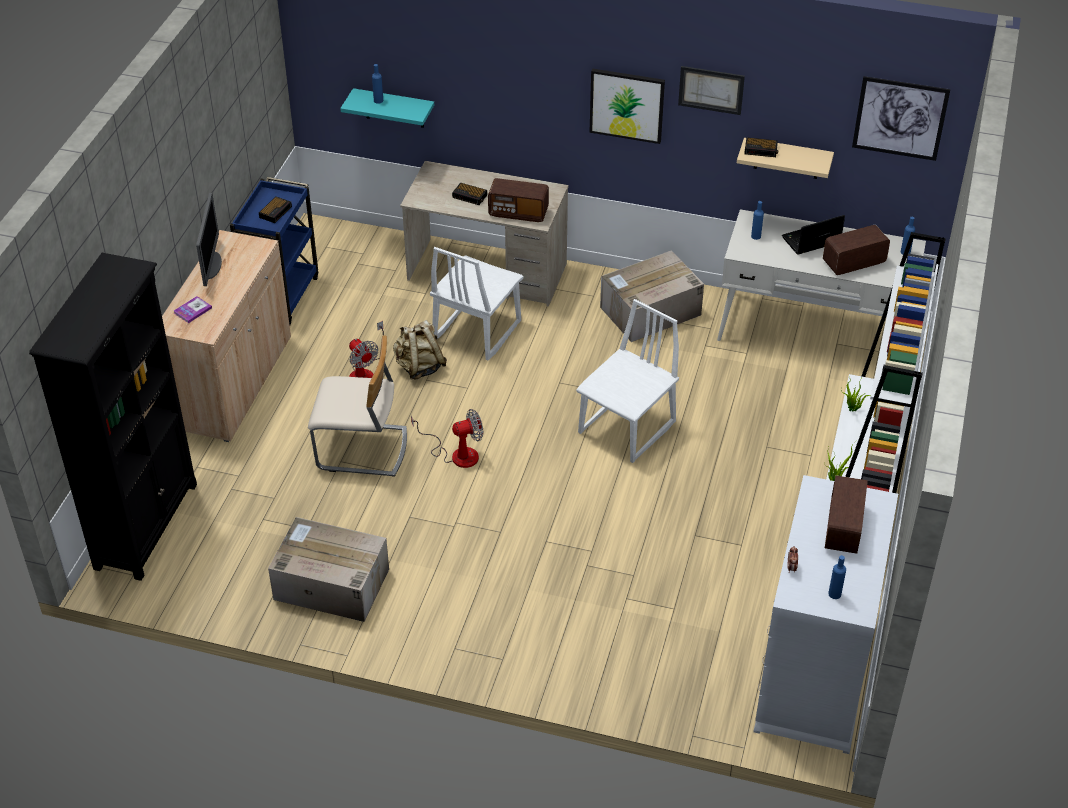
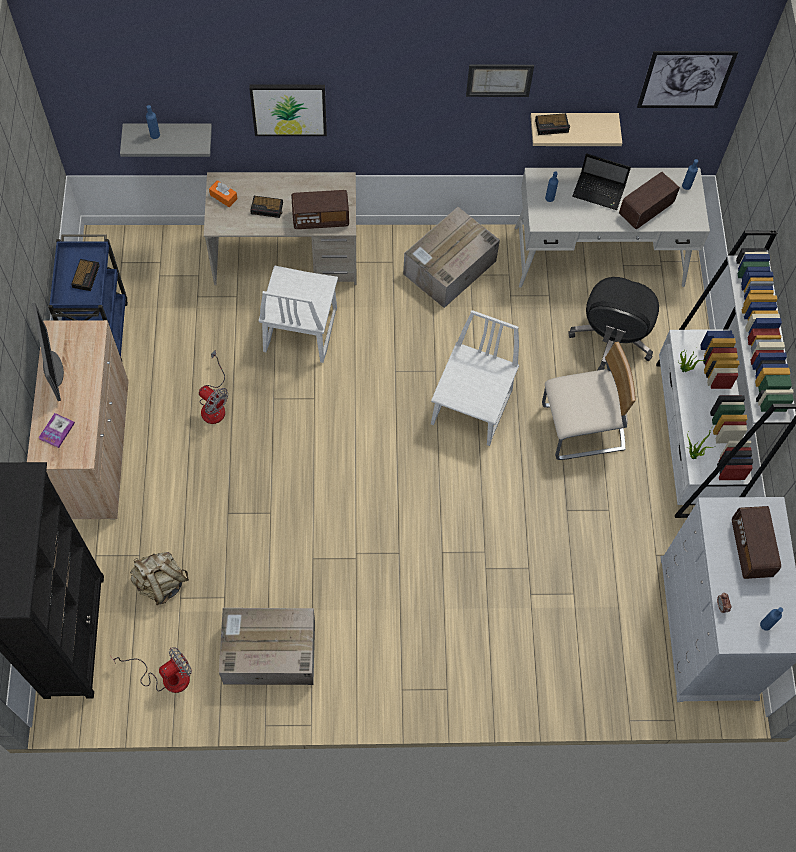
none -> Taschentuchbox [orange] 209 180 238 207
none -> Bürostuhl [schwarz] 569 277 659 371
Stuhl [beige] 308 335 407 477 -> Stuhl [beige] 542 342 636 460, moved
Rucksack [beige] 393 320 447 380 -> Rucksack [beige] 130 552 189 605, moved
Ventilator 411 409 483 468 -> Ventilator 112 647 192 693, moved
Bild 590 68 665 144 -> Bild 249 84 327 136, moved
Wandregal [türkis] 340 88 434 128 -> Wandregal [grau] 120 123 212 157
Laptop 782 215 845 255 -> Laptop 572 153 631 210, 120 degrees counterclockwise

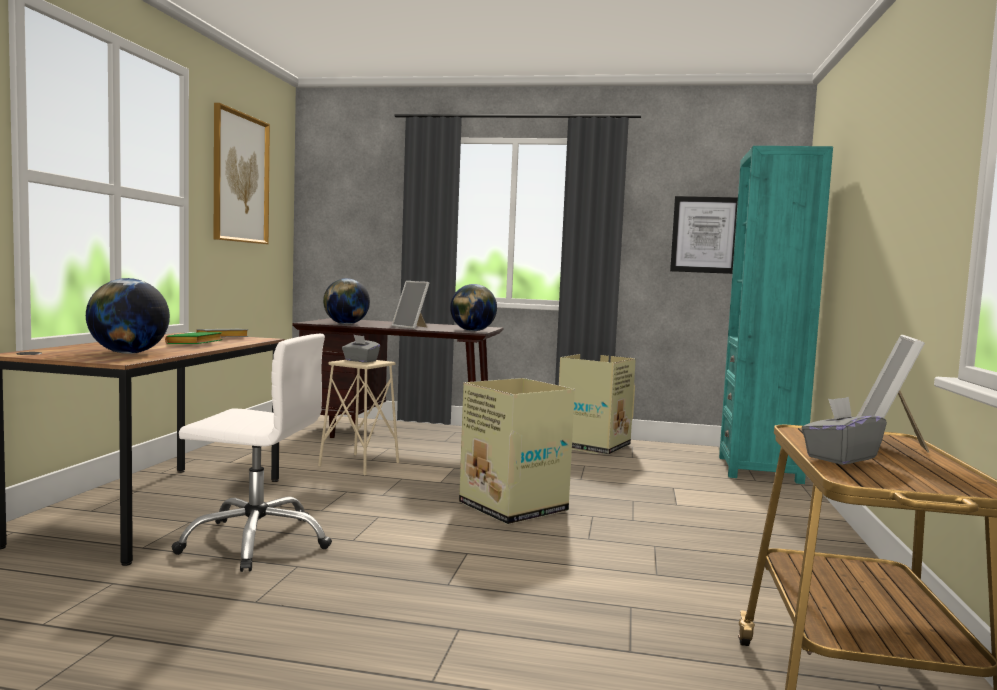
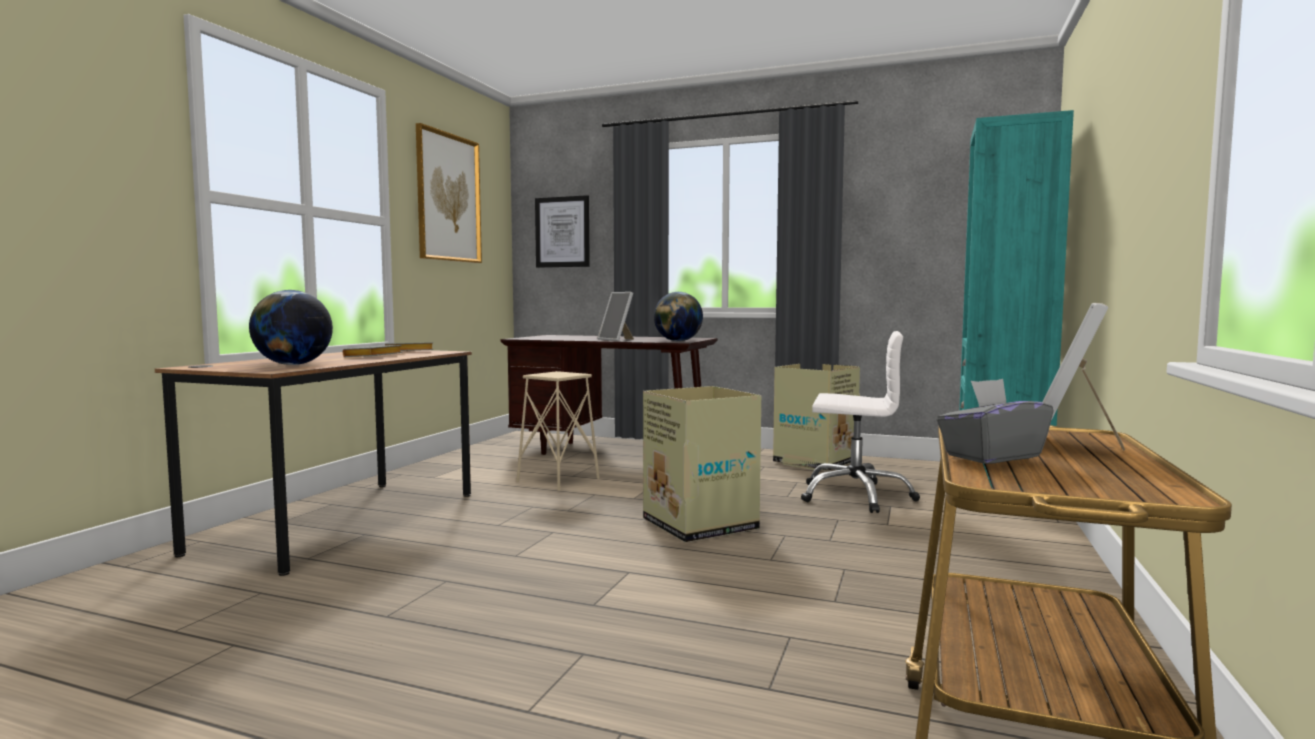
Globus 323 278 370 324 -> none
Taschentuchbox [grau] 342 335 380 362 -> none
Bürostuhl [weiß] 172 334 332 572 -> Bürostuhl [weiß] 801 331 920 513, moved
Bild 670 196 738 274 -> Bild 535 195 590 268, moved
Buch [grün] 165 332 222 344 -> Buch [grau] 343 345 402 357

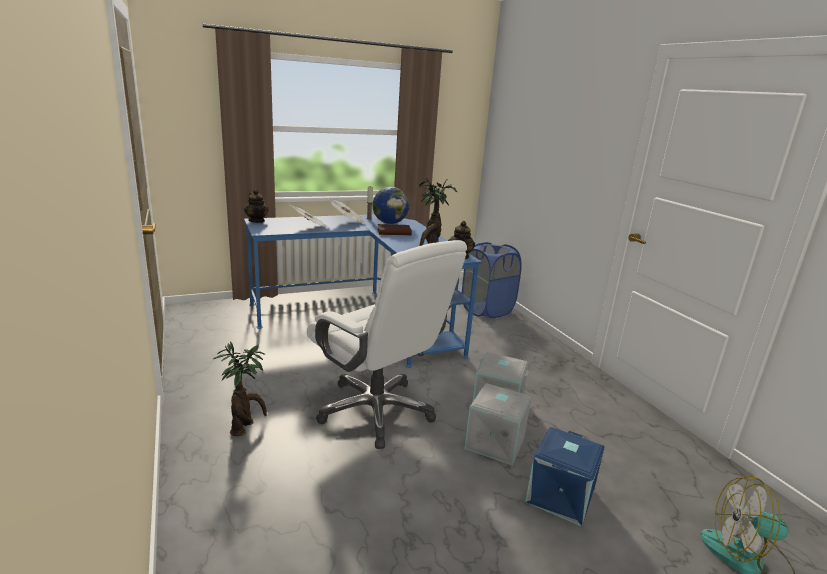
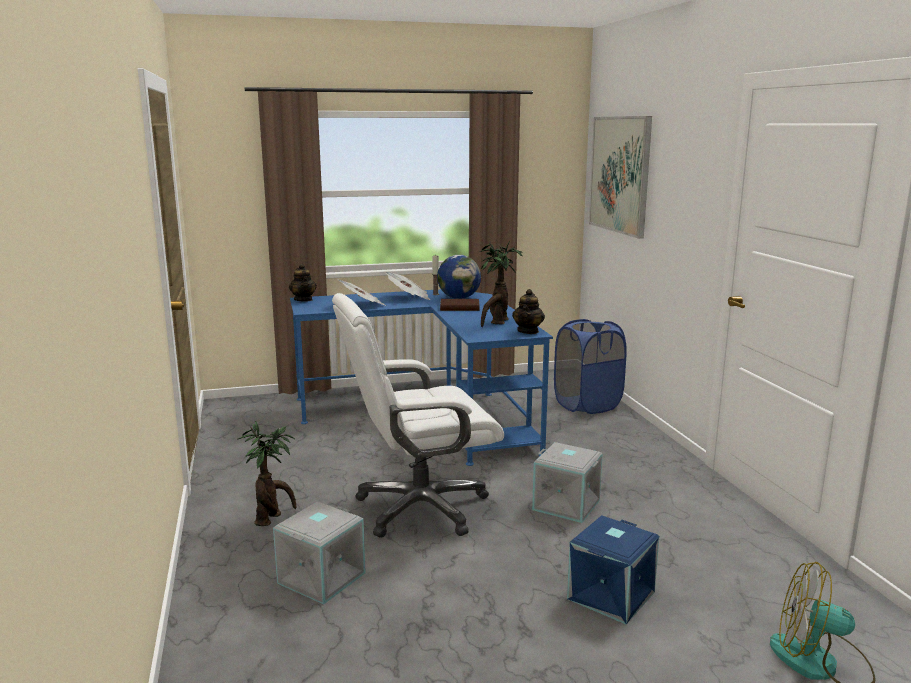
none -> Bild 589 116 652 239
Aufbewahrungsbox [grau] 465 383 532 465 -> Aufbewahrungsbox [grau] 273 501 366 604, moved
Bürostuhl [weiß] 307 240 467 449 -> Bürostuhl [weiß] 332 293 504 537, 105 degrees clockwise

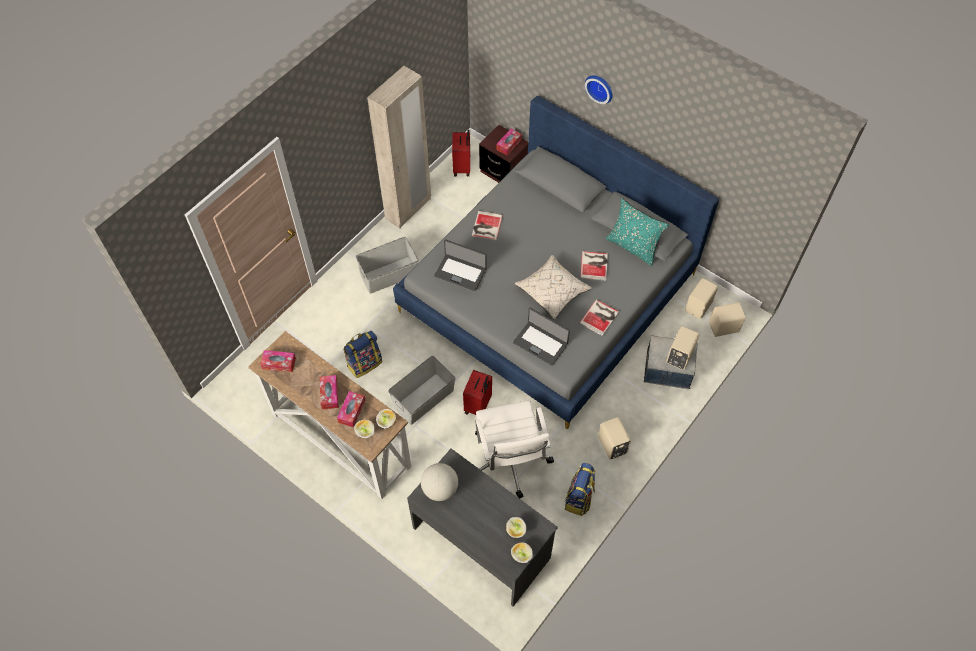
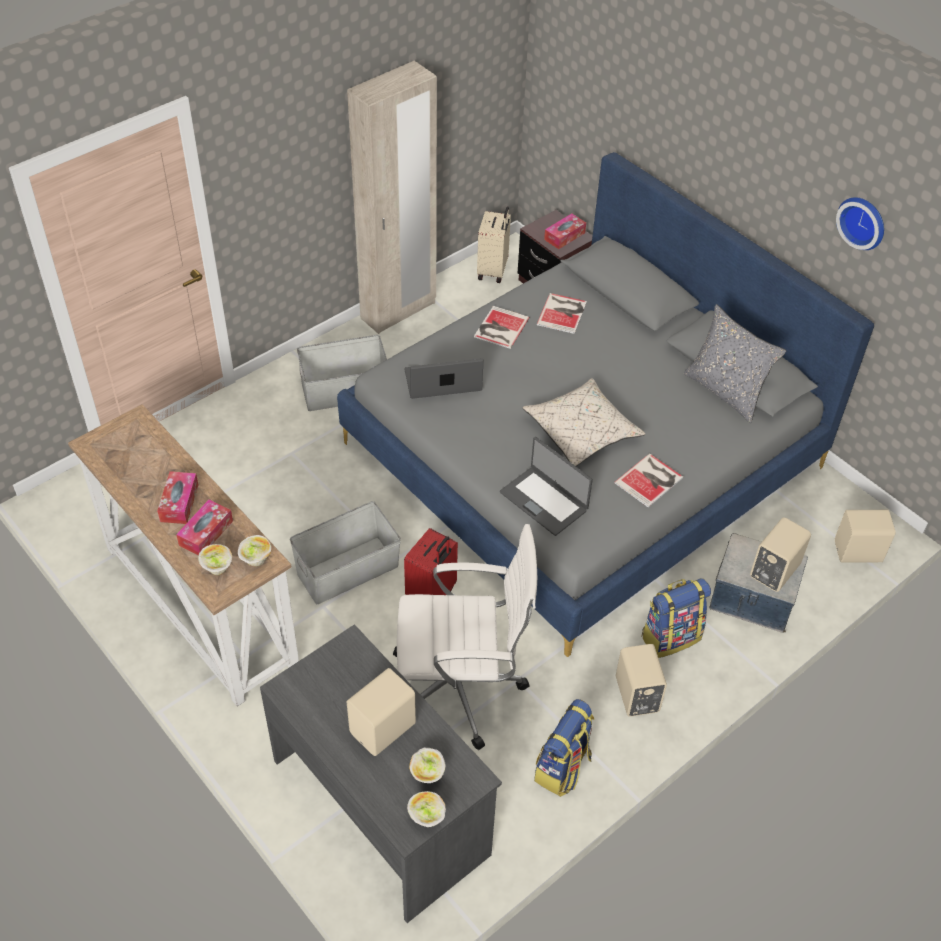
Taschentuchbox 260 350 296 372 -> none
Globus 421 463 458 501 -> none
Rucksack 343 331 382 378 -> Rucksack 641 578 711 658, moved
Buch 580 251 608 281 -> Buch 537 293 587 334, moved
Wanduhr 585 75 613 104 -> Wanduhr 836 197 884 250, moved
Lautsprecher [beige] 685 278 718 319 -> Lautsprecher [beige] 347 668 416 756, moved
Koffer [rot] 452 130 470 177 -> Koffer [beige] 477 207 511 283
Kissen [türkis] 606 198 669 266 -> Kissen [grau] 684 304 786 423
Laptop 434 239 486 291 -> Laptop 404 358 483 399, 135 degrees clockwise
Bürostuhl [weiß] 475 400 554 499 -> Bürostuhl [weiß] 393 524 537 750, 90 degrees counterclockwise

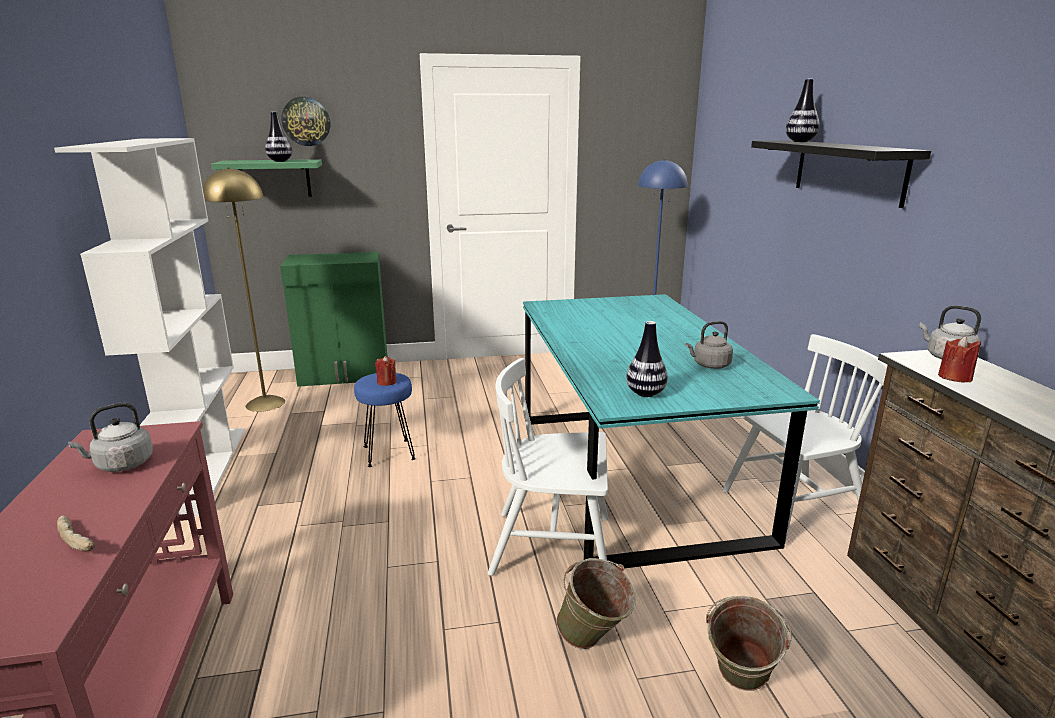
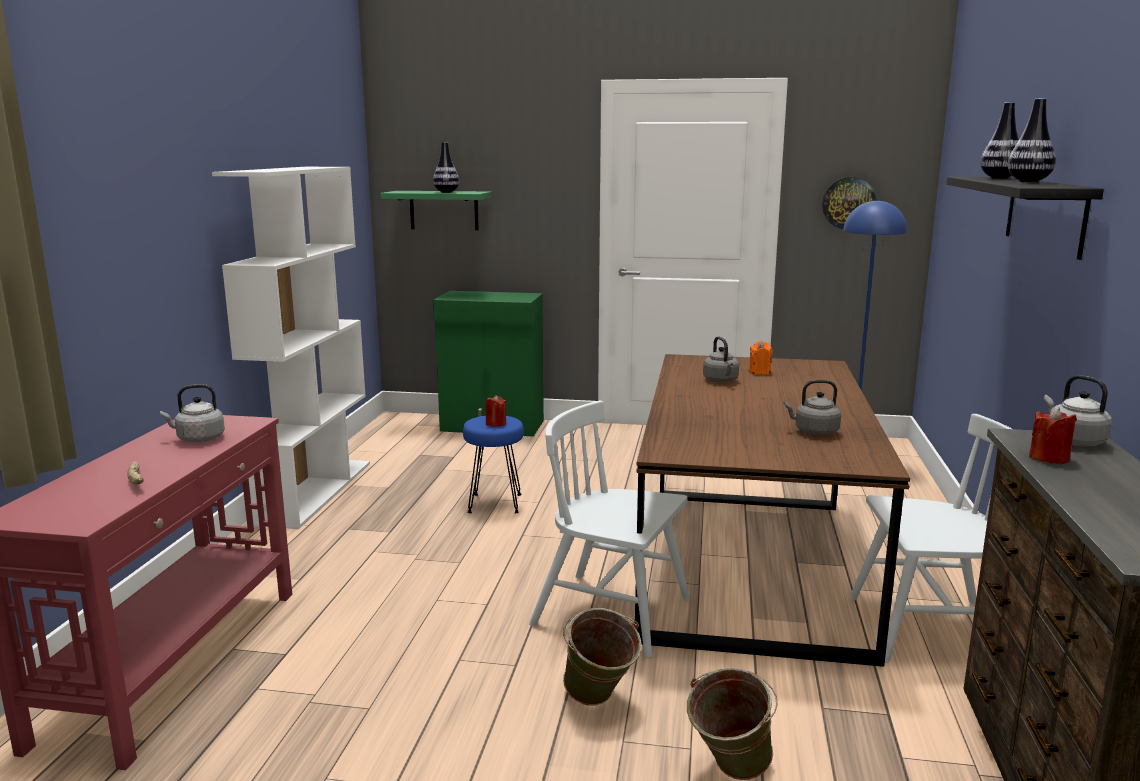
Stehlampe [gelb] 203 167 285 412 -> none
none -> Wasserkessel [grau] 703 336 739 383
none -> Kerze [orange] 749 341 772 375
Wanduhr 281 97 330 146 -> Wanduhr 822 177 876 229, moved
Vase 626 321 668 397 -> Vase 1008 98 1056 182, moved
Esstisch [türkis] 523 294 820 568 -> Esstisch [braun] 635 354 910 667

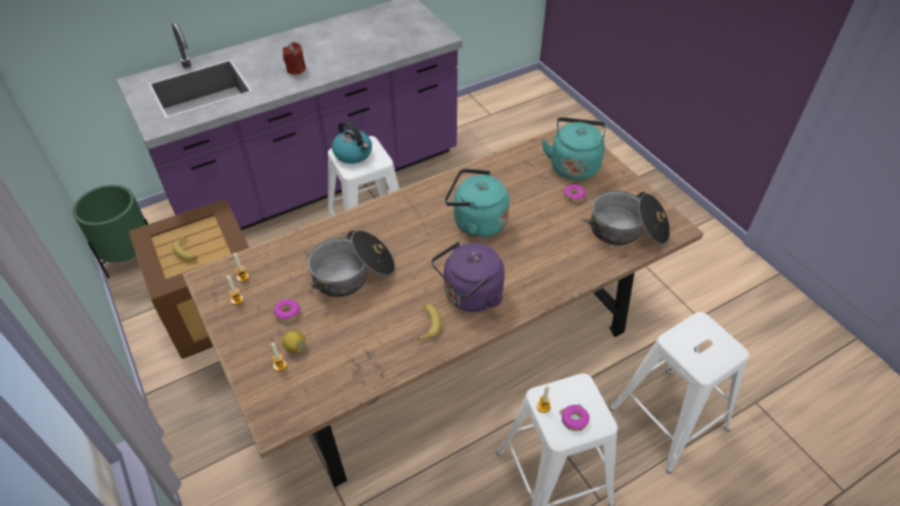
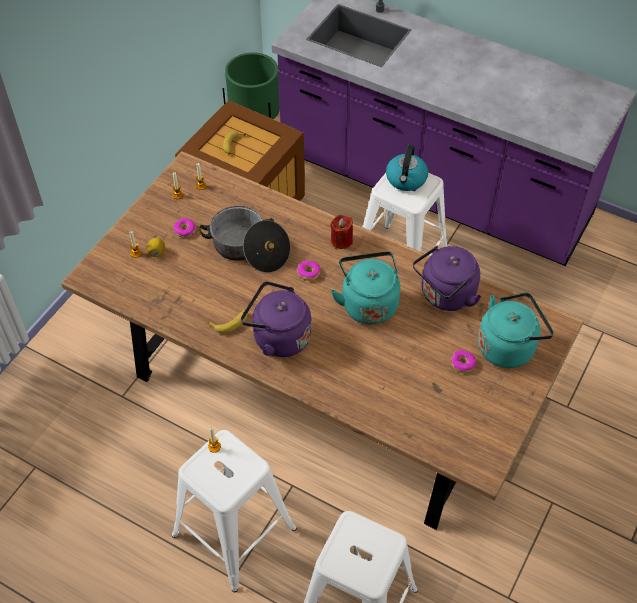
Kochtopf 588 191 670 245 -> none
none -> Wasserkessel [lila] 413 246 481 311
Kerze [rot] 282 42 306 75 -> Kerze [rot] 330 215 353 249, moved
Donut 562 405 590 431 -> Donut 297 260 321 281, moved

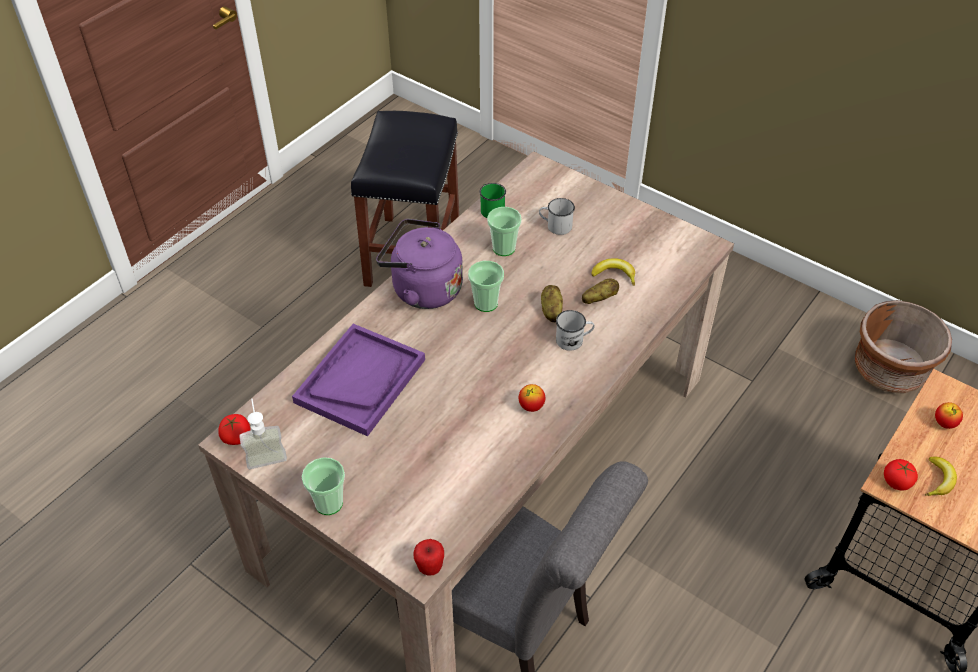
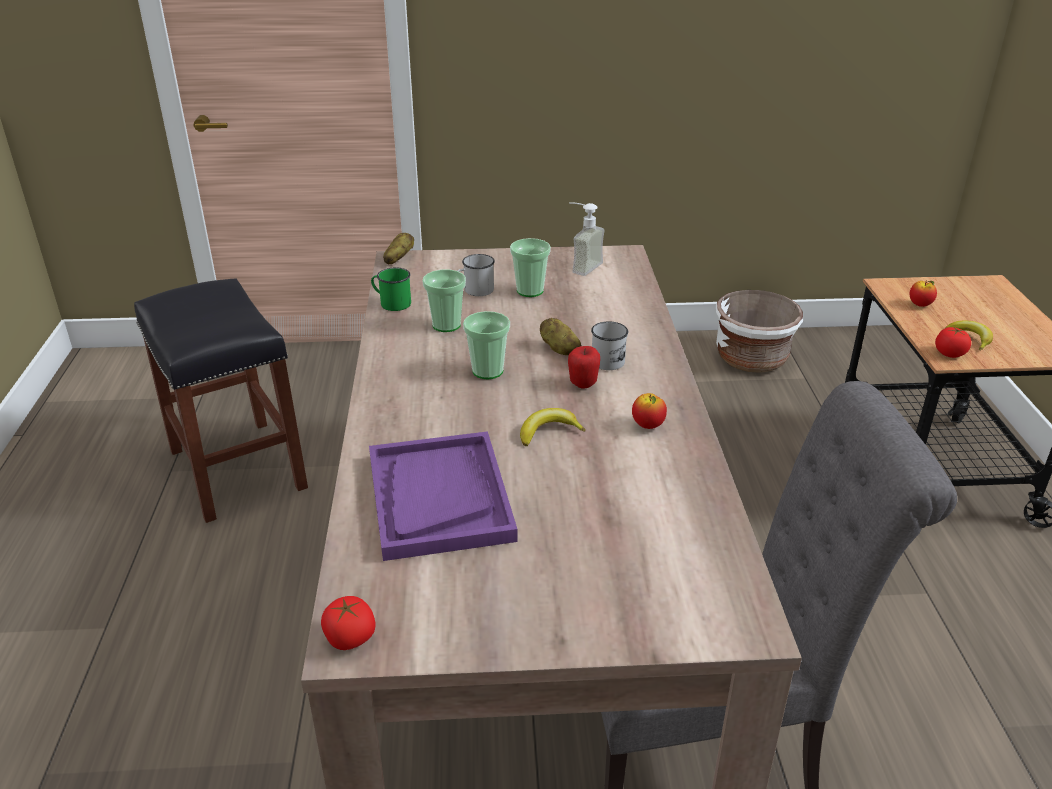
Wasserkessel [lila] 376 219 463 309 -> none
Seifenspender 239 399 287 469 -> Seifenspender 569 202 605 276, moved
Tasse 302 457 345 515 -> Tasse 510 238 551 297, moved
Apfel 413 539 444 575 -> Apfel 568 346 600 388, moved
Kartoffel 582 279 619 304 -> Kartoffel 383 233 414 264, moved
Banane 591 258 635 286 -> Banane 520 408 586 446, moved
Pflanzkübel [braun] 855 300 952 394 -> Pflanzkübel [weiß] 716 290 803 373

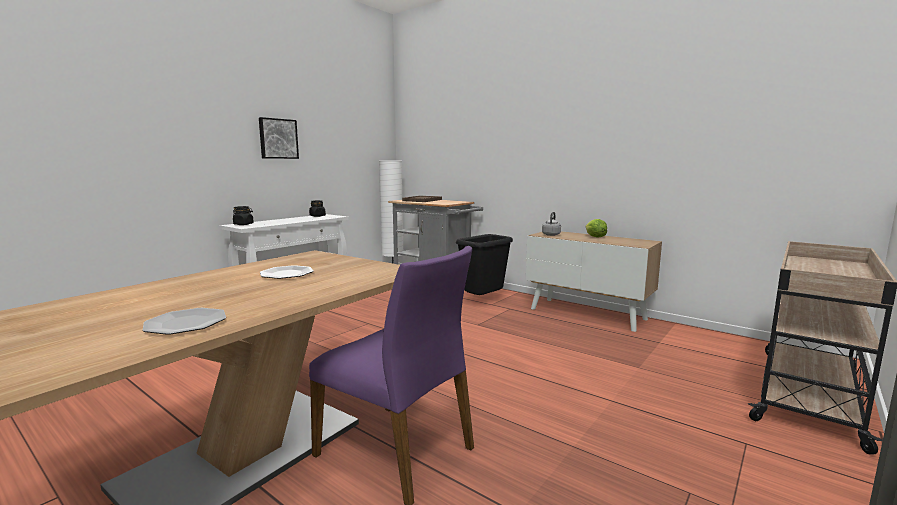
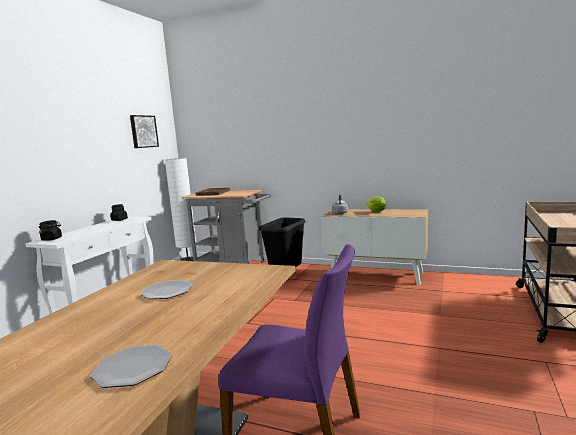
Bild 259 117 299 159 -> Bild 130 115 159 148, moved

